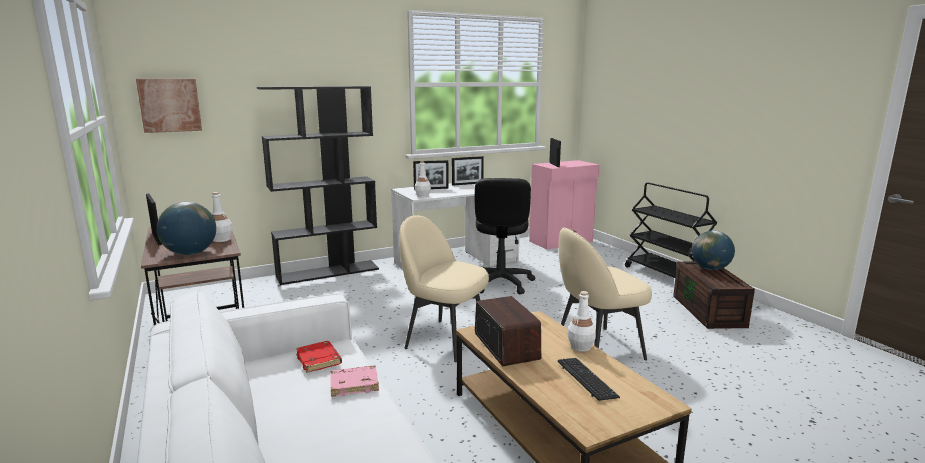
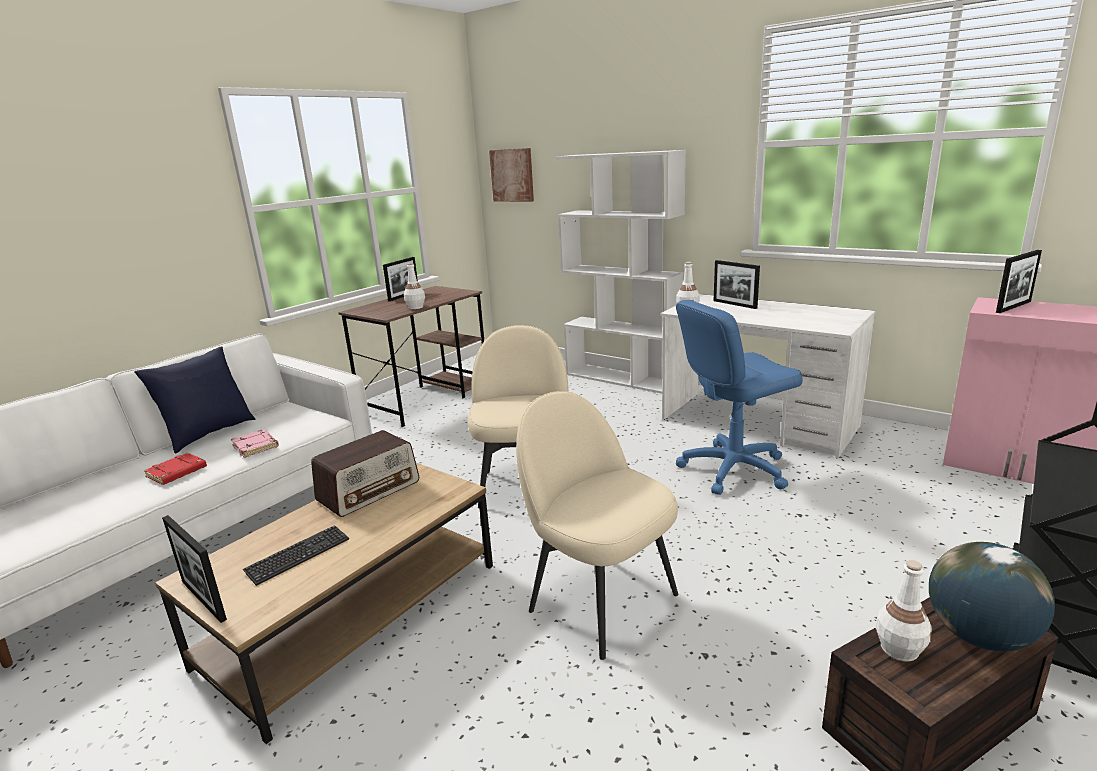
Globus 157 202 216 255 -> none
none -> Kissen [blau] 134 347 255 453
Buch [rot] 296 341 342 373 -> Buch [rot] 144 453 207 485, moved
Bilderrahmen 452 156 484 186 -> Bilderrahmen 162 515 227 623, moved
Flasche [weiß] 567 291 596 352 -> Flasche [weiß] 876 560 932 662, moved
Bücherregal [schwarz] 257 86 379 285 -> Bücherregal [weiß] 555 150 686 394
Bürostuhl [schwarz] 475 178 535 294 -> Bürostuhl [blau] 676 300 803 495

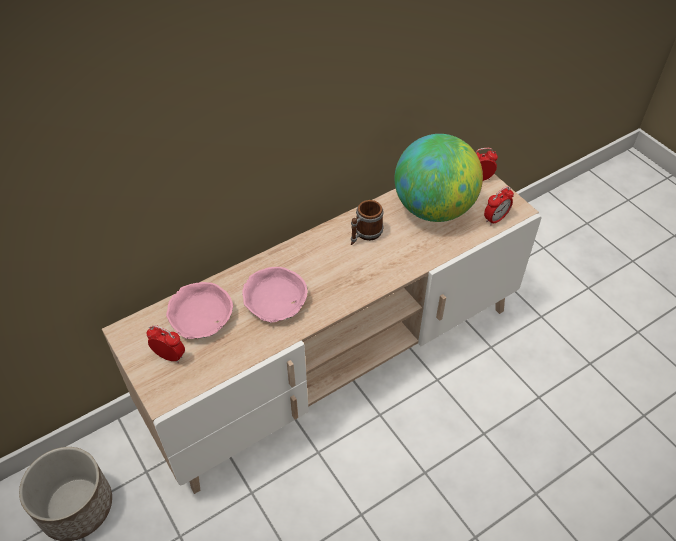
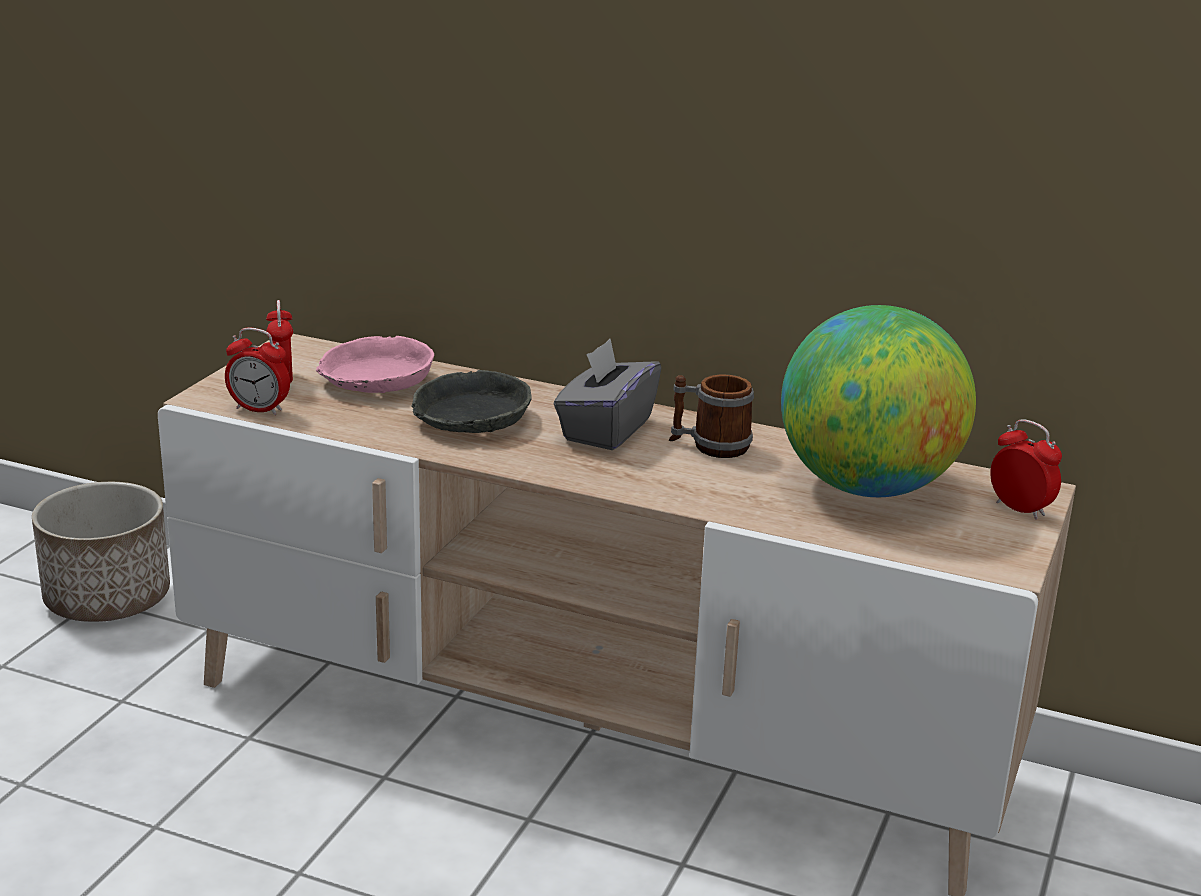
none -> Taschentuchbox [grau] 554 339 661 450
Wecker 484 186 514 226 -> Wecker 225 328 290 415, moved
Schüssel [rosa] 242 267 308 323 -> Schüssel [grau] 411 370 532 433

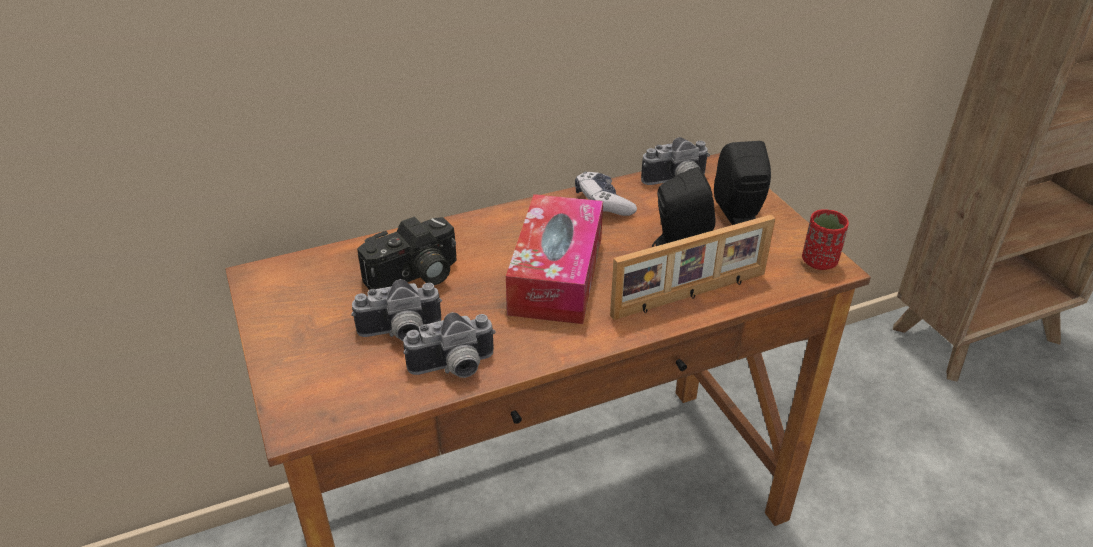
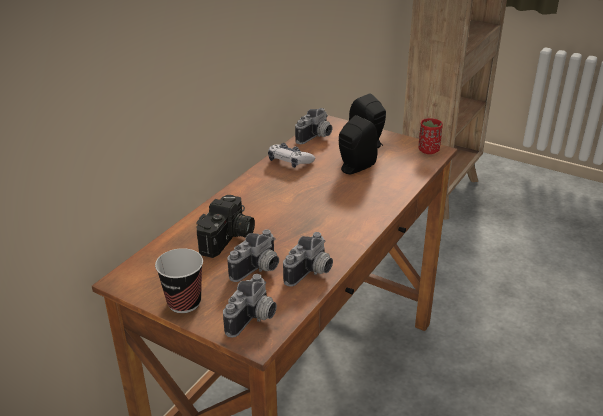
Taschentuchbox 506 194 603 324 -> none
Bilderrahmen 610 215 775 320 -> none
none -> Tasse 155 248 203 313
none -> Kamera 223 274 277 338

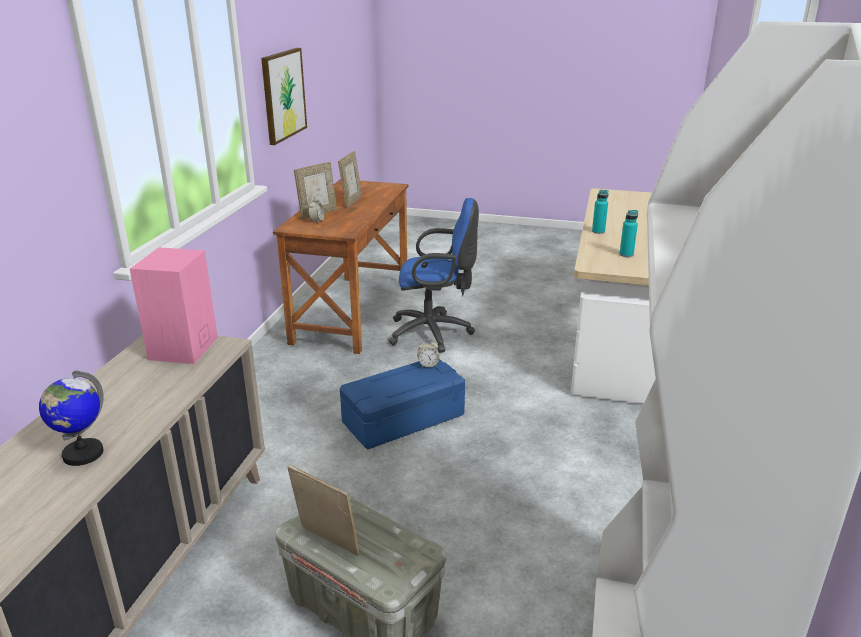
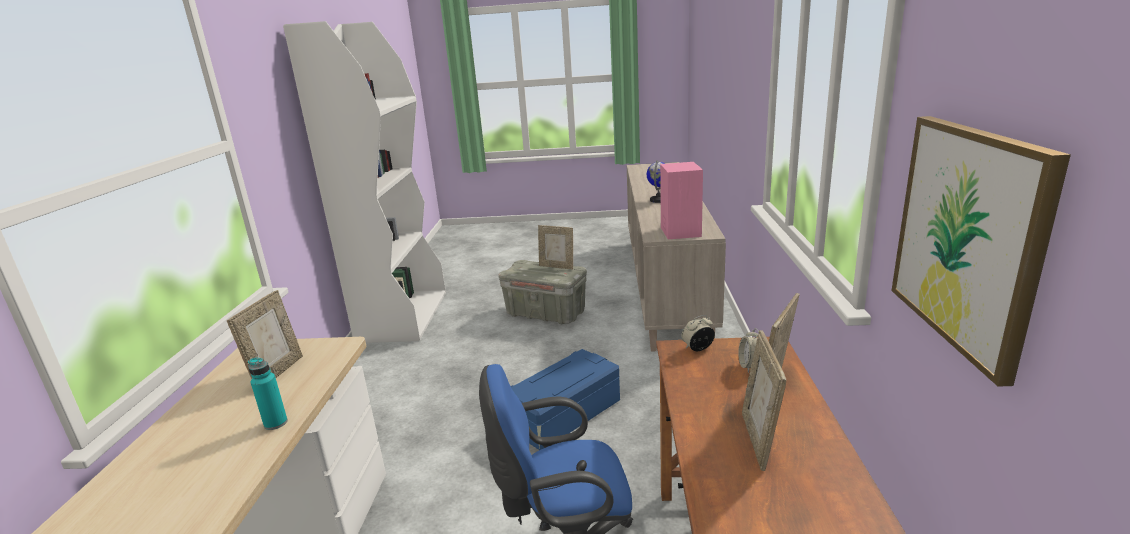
Wecker 417 339 440 367 -> Wecker 682 315 715 351, moved
Flasche [türkis] 620 210 638 257 -> Bilderrahmen 227 290 303 379

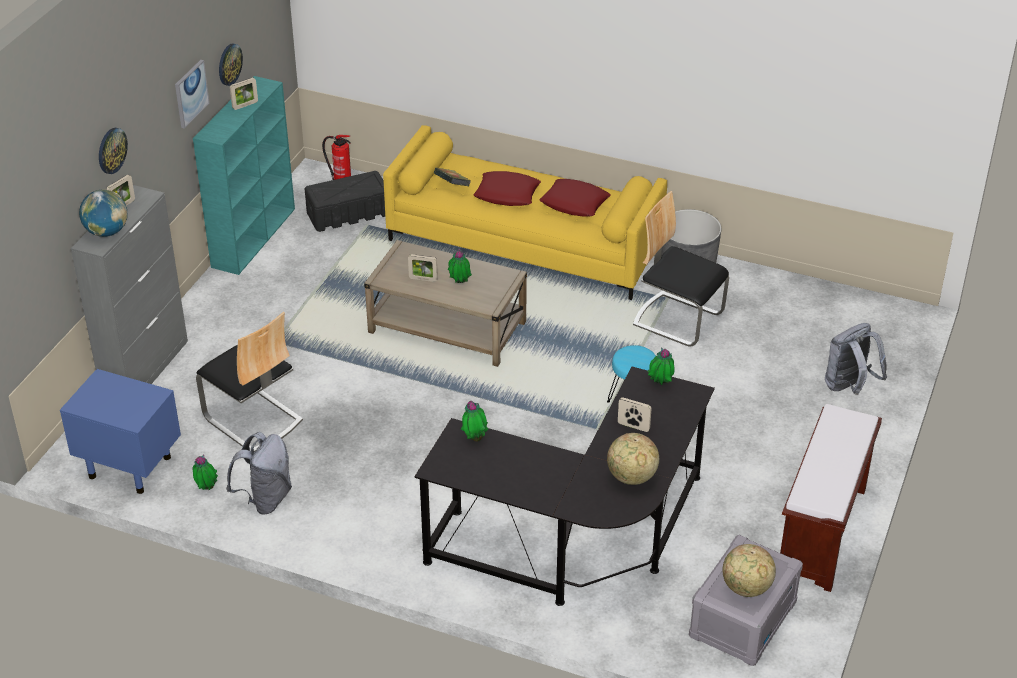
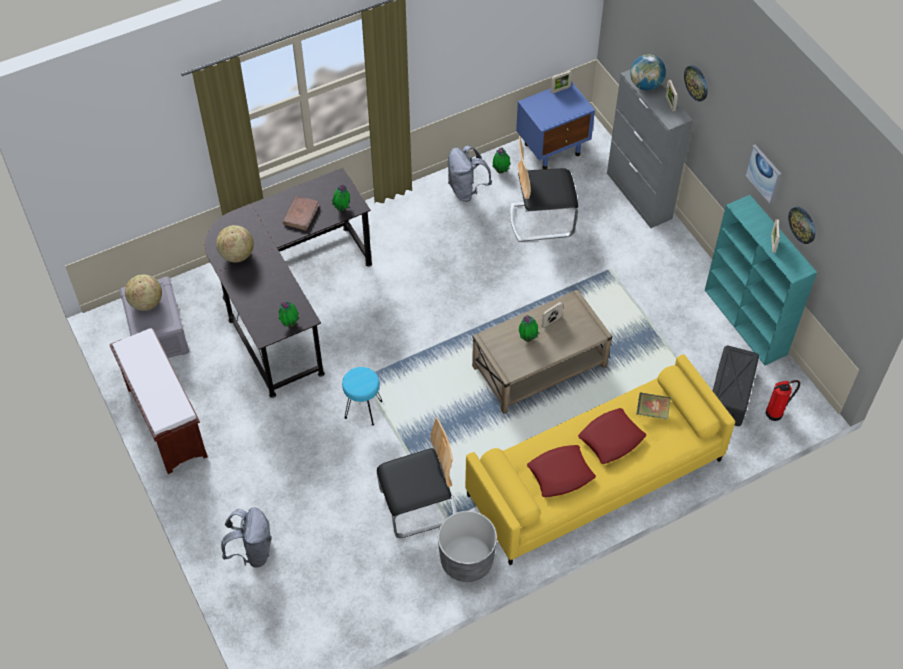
none -> Buch [braun] 283 196 320 231
Bilderrahmen 618 397 652 432 -> Bilderrahmen 551 70 572 93, moved

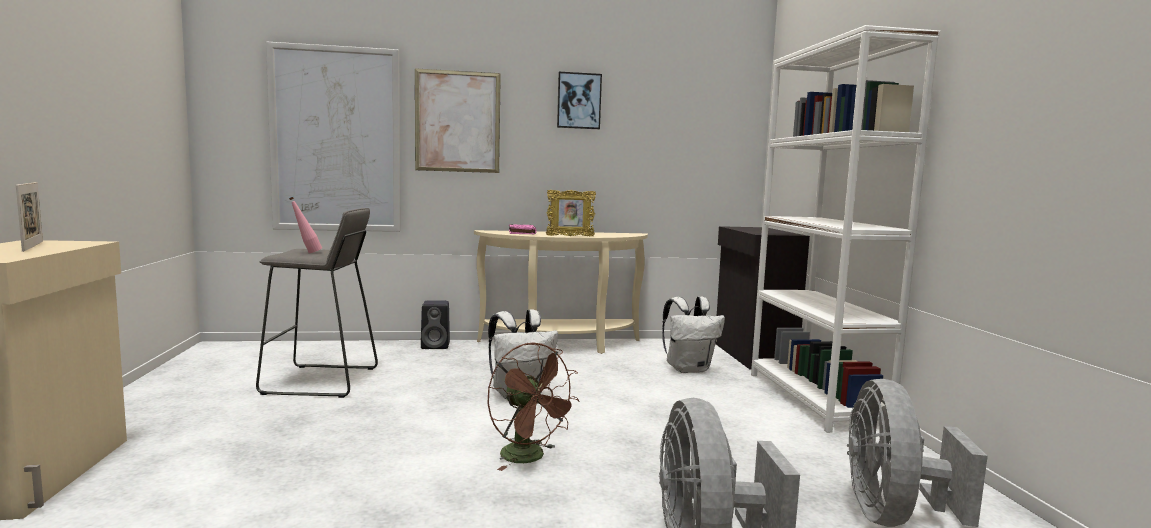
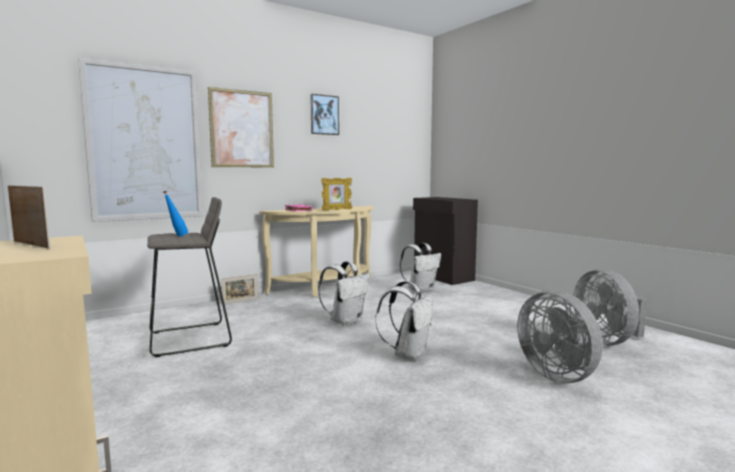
Bücherregal [weiß] 751 25 940 433 -> none
Lautsprecher [schwarz] 421 301 450 349 -> Bilderrahmen 221 274 258 304
Ventilator [braun] 487 343 580 471 -> Rucksack [weiß] 375 281 433 361
Flasche [rosa] 289 197 322 253 -> Flasche [blau] 163 191 188 236

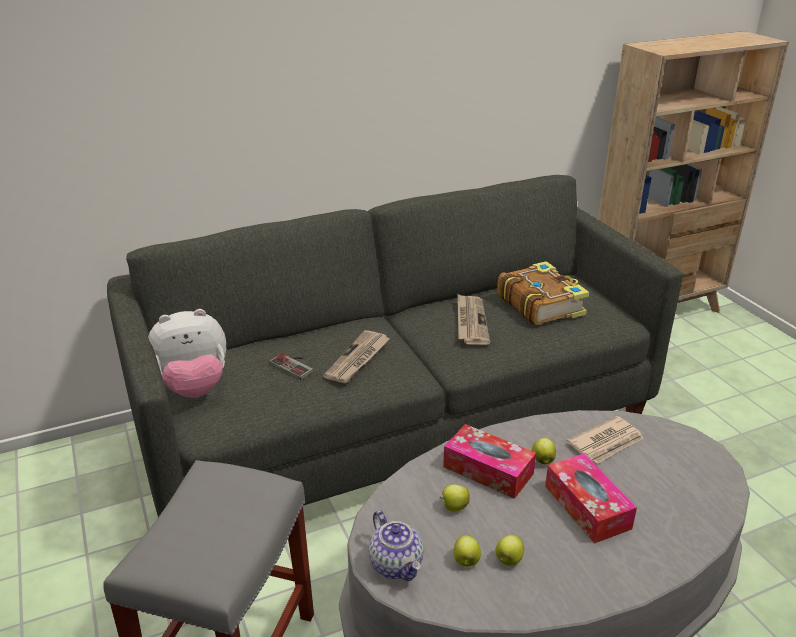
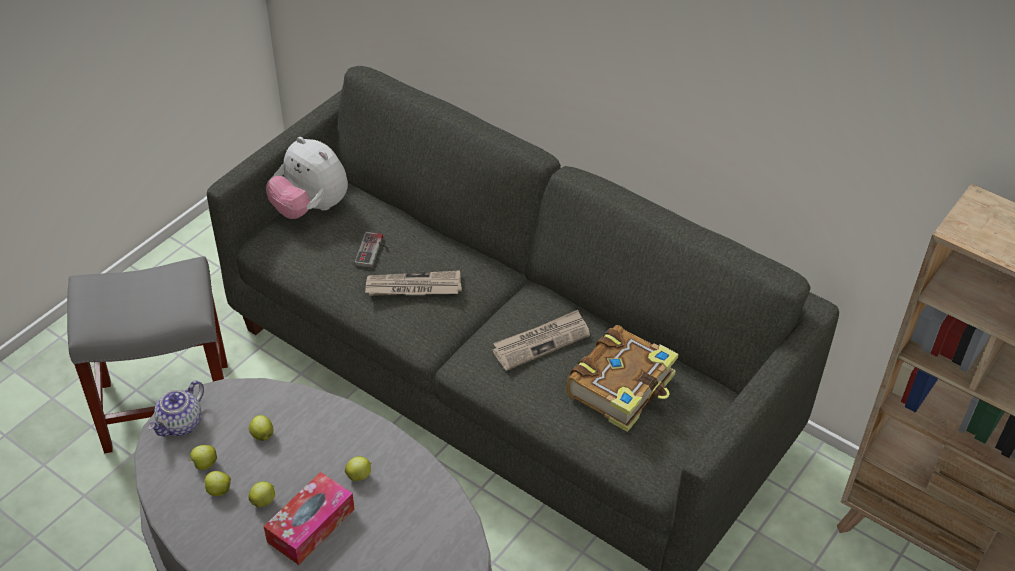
Taschentuchbox 443 424 536 499 -> none
Zeitung 567 416 643 464 -> none
none -> Apfel 249 481 275 508

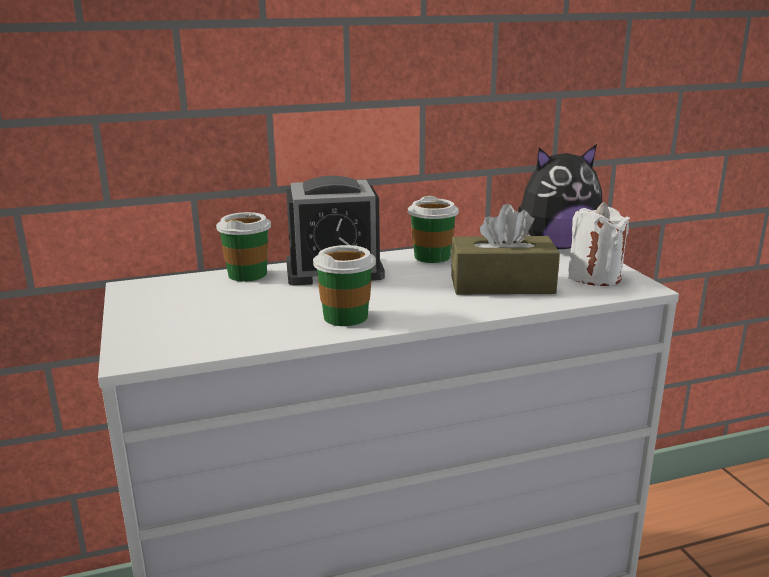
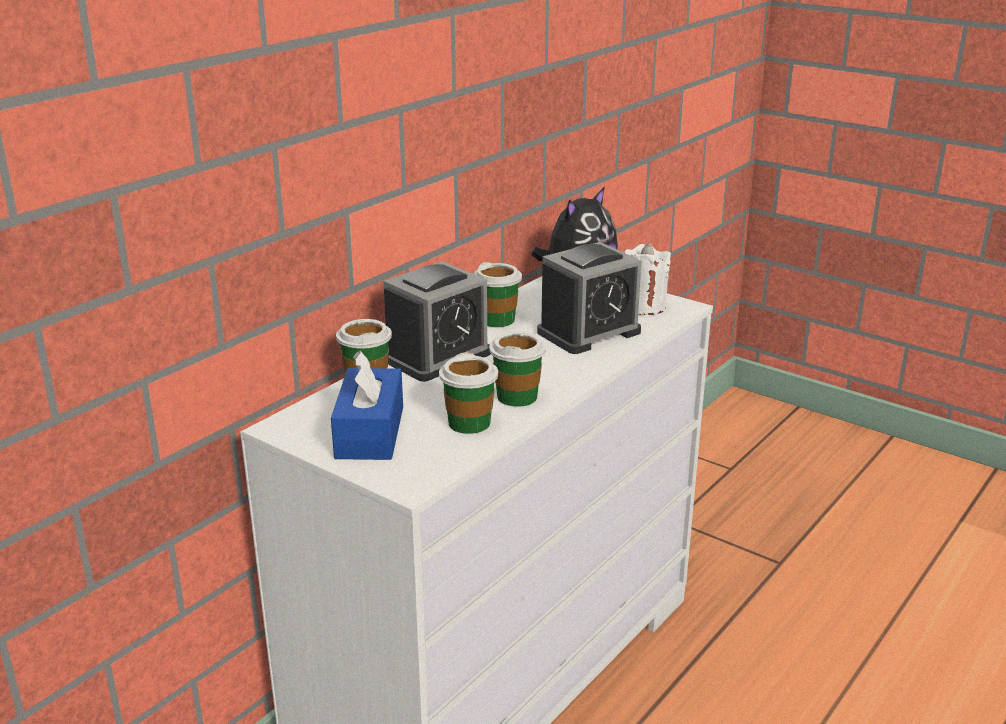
none -> Taschentuchbox [blau] 331 351 403 460
none -> Tasse 439 352 498 434
Taschentuchbox [braun] 451 204 560 295 -> Wecker 537 242 641 354

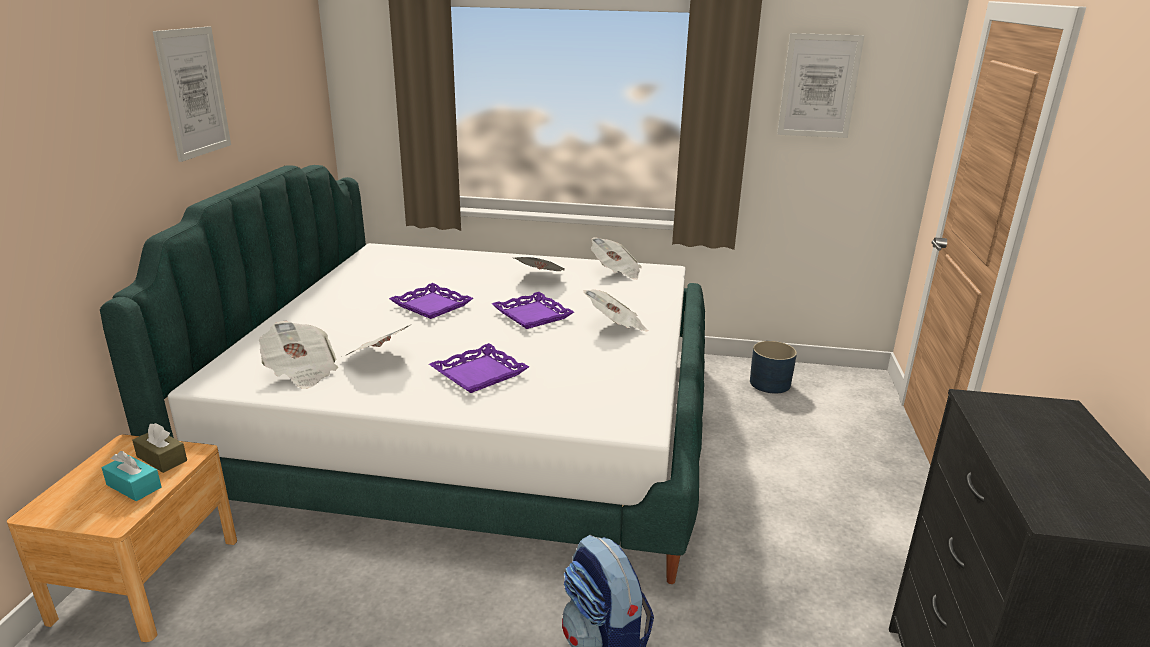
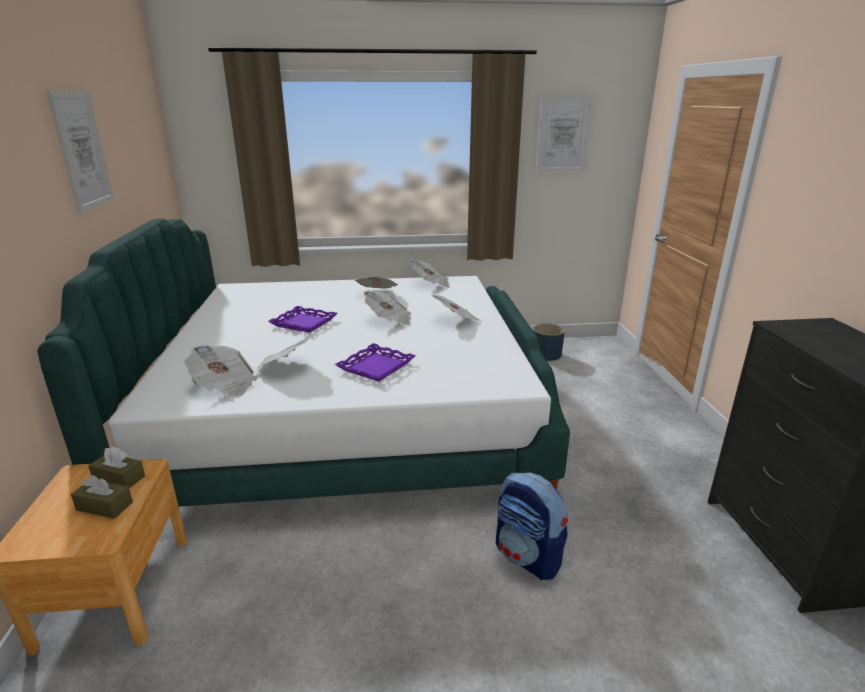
Tablett [lila] 492 292 574 329 -> Zeitung 364 291 411 326
Taschentuchbox [türkis] 102 451 162 501 -> Taschentuchbox [braun] 71 475 133 519

